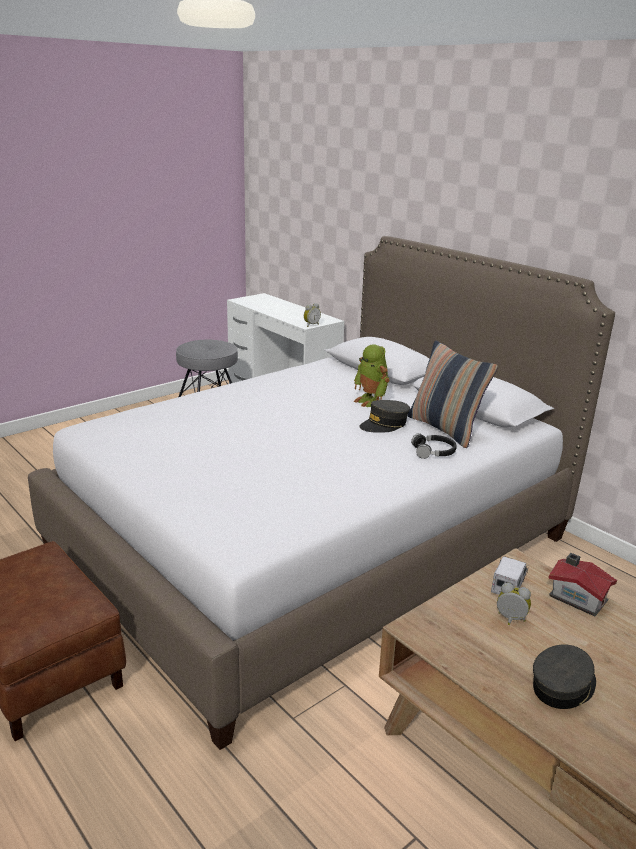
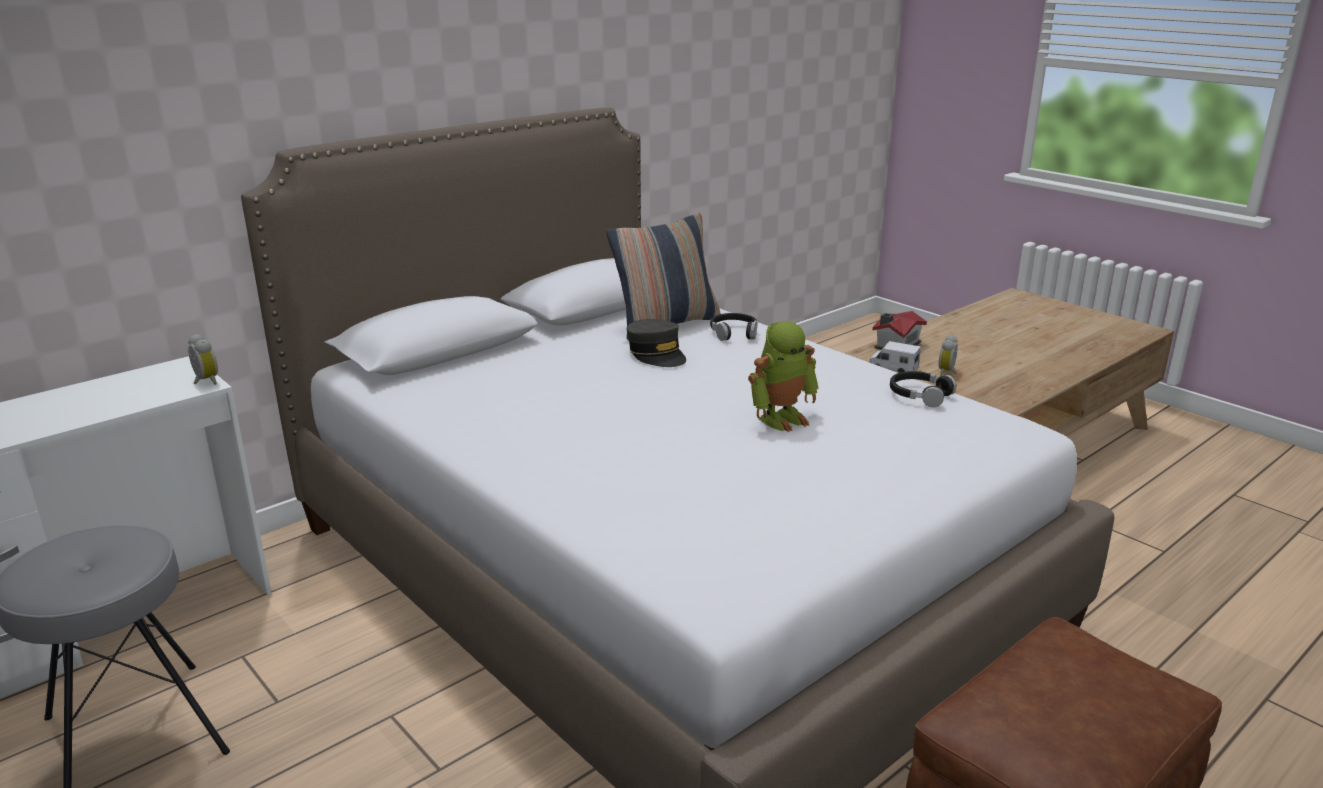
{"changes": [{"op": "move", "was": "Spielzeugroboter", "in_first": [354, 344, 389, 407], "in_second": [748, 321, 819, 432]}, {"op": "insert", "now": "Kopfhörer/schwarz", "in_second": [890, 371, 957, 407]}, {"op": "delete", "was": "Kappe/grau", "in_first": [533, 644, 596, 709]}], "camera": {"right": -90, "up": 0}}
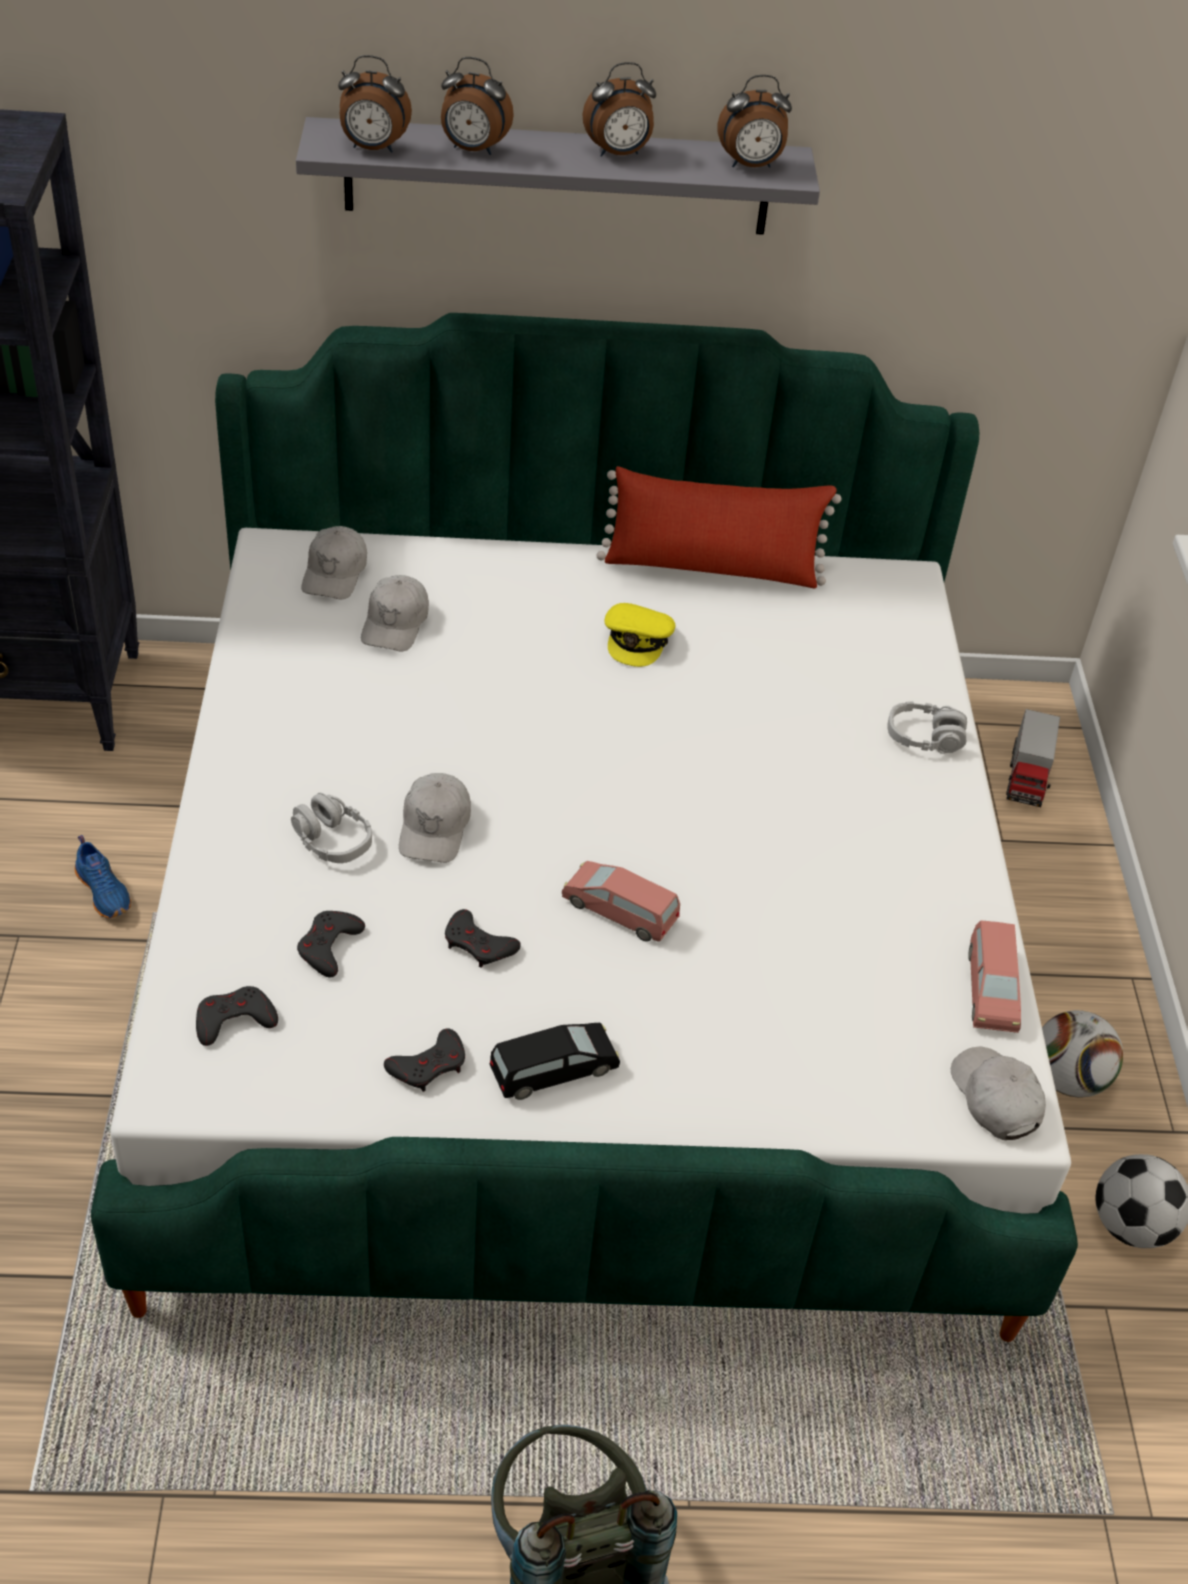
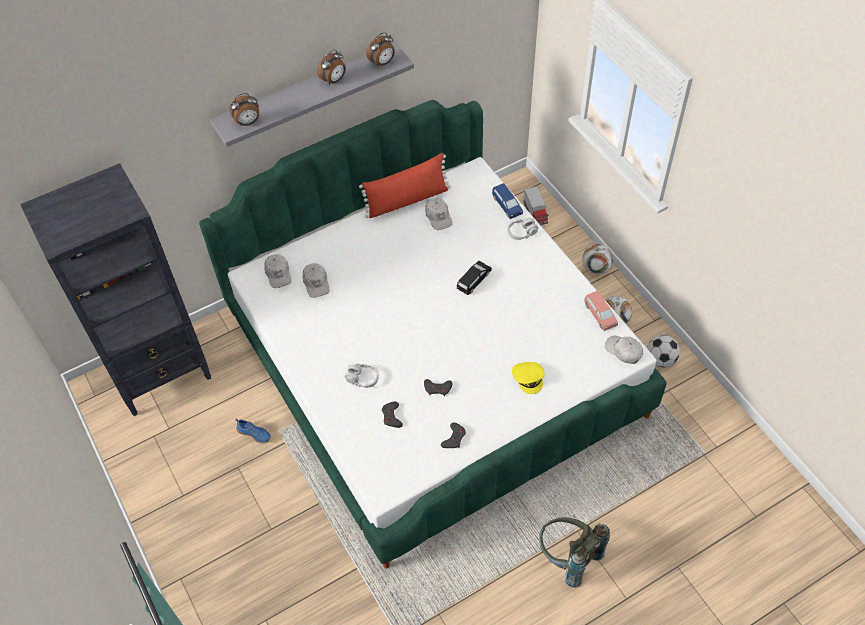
{"changes": [{"op": "move", "was": "Kappe/weiß", "in_first": [399, 773, 471, 863], "in_second": [425, 198, 453, 230]}, {"op": "move", "was": "Spielzeugauto/schwarz", "in_first": [490, 1023, 620, 1100], "in_second": [457, 261, 492, 295]}, {"op": "insert", "now": "Spielzeugauto/blau", "in_second": [492, 183, 523, 219]}, {"op": "move", "was": "Kappe/gelb", "in_first": [605, 603, 676, 667], "in_second": [512, 362, 545, 394]}, {"op": "insert", "now": "Fußball", "in_second": [582, 244, 613, 274]}, {"op": "delete", "was": "Gamepad/grau", "in_first": [196, 986, 278, 1046]}, {"op": "delete", "was": "Wecker", "in_first": [441, 57, 514, 155]}, {"op": "delete", "was": "Spielzeugauto/rosa", "in_first": [562, 861, 680, 942]}], "camera": {"right": -25, "up": 10}}
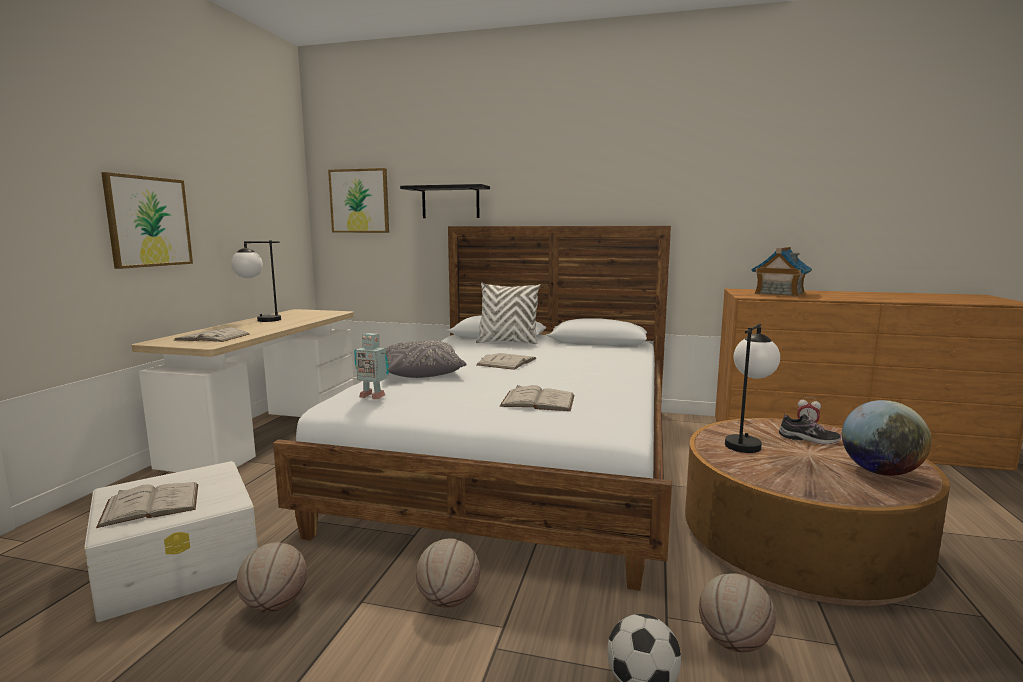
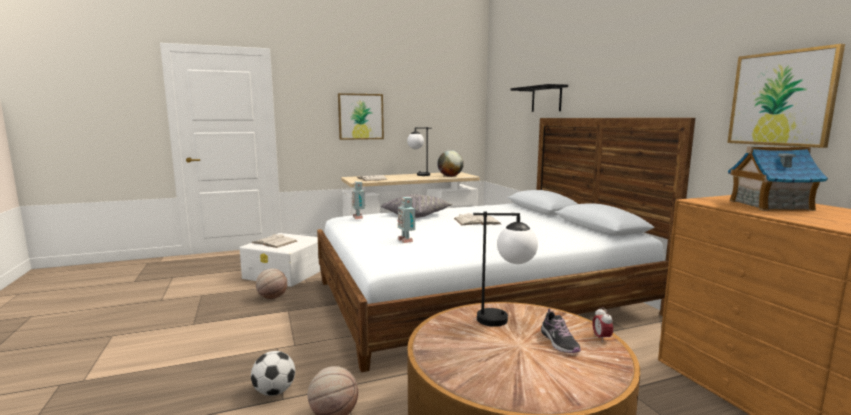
{"changes": [{"op": "replace", "was": "Buch/weiß", "now": "Spielzeugroboter", "in_first": [499, 385, 575, 411], "in_second": [398, 197, 415, 243]}, {"op": "move", "was": "Globus", "in_first": [842, 400, 931, 476], "in_second": [437, 150, 464, 177]}, {"op": "move", "was": "Bild", "in_first": [328, 168, 389, 233], "in_second": [727, 44, 845, 148]}, {"op": "delete", "was": "Basketball", "in_first": [416, 538, 480, 608]}, {"op": "delete", "was": "Kissen/weiß", "in_first": [476, 283, 540, 344]}], "camera": {"right": 55, "up": 0}}
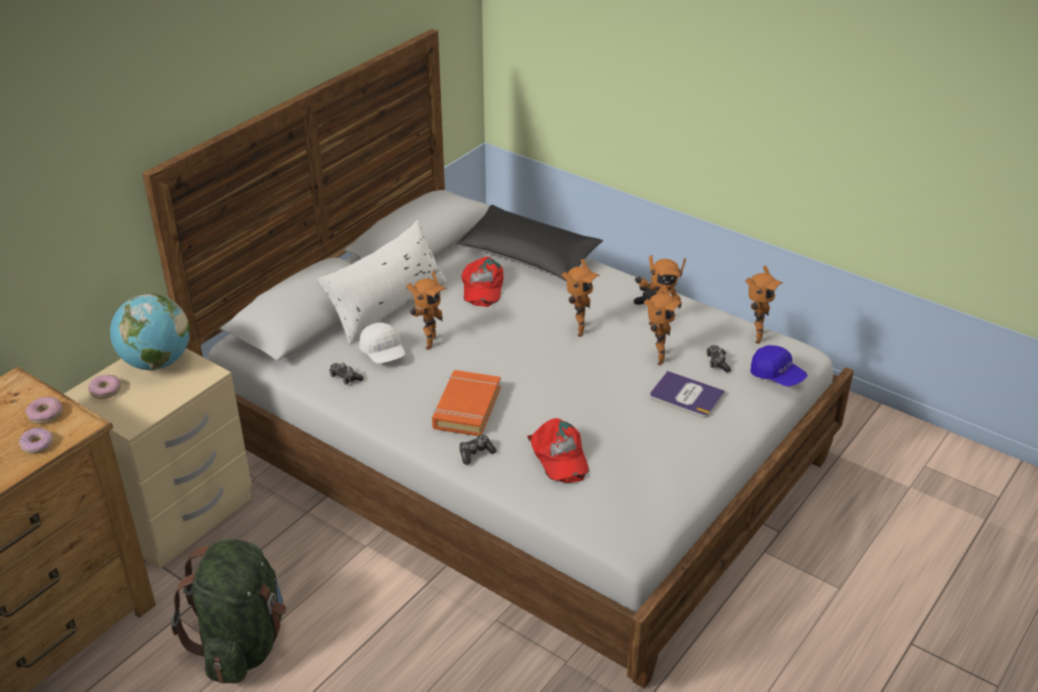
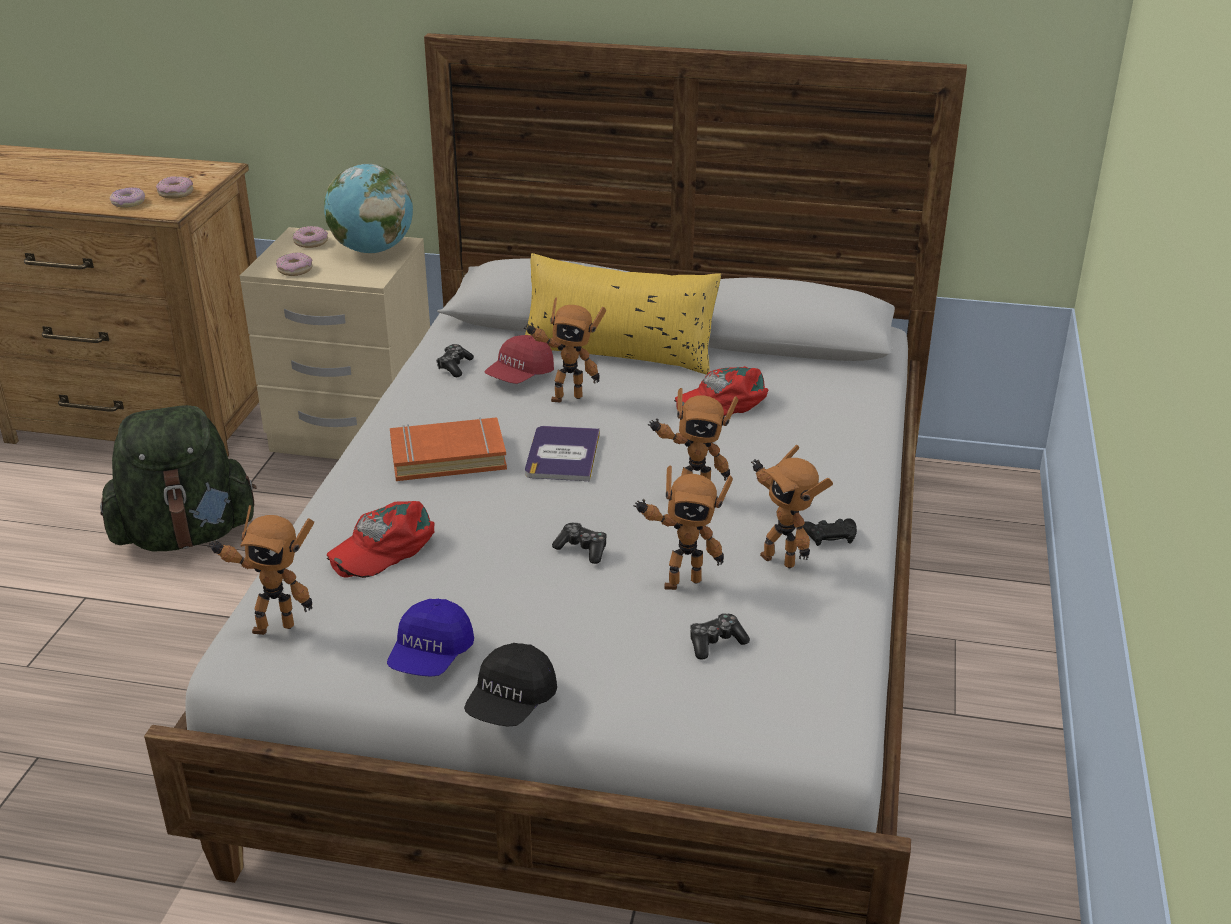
{"changes": [{"op": "move", "was": "Spielzeugroboter", "in_first": [745, 265, 783, 344], "in_second": [207, 505, 314, 635]}, {"op": "insert", "now": "Donut", "in_second": [276, 252, 313, 276]}, {"op": "move", "was": "Kappe/blau", "in_first": [750, 345, 807, 387], "in_second": [387, 599, 474, 677]}, {"op": "insert", "now": "Kappe/schwarz", "in_second": [464, 643, 557, 726]}, {"op": "recolor", "was": "Kappe/weiß", "now": "Kappe/rot", "in_first": [359, 322, 405, 363], "in_second": [484, 335, 554, 384]}, {"op": "recolor", "was": "Kissen/weiß", "now": "Kissen/gelb", "in_first": [317, 220, 447, 345], "in_second": [525, 253, 721, 375]}, {"op": "move", "was": "Buch", "in_first": [650, 371, 725, 418], "in_second": [525, 426, 600, 481]}, {"op": "move", "was": "Gamepad", "in_first": [460, 435, 496, 465], "in_second": [552, 523, 607, 564]}, {"op": "delete", "was": "Kissen/schwarz", "in_first": [457, 205, 603, 282]}], "camera": {"right": 65, "up": -5}}
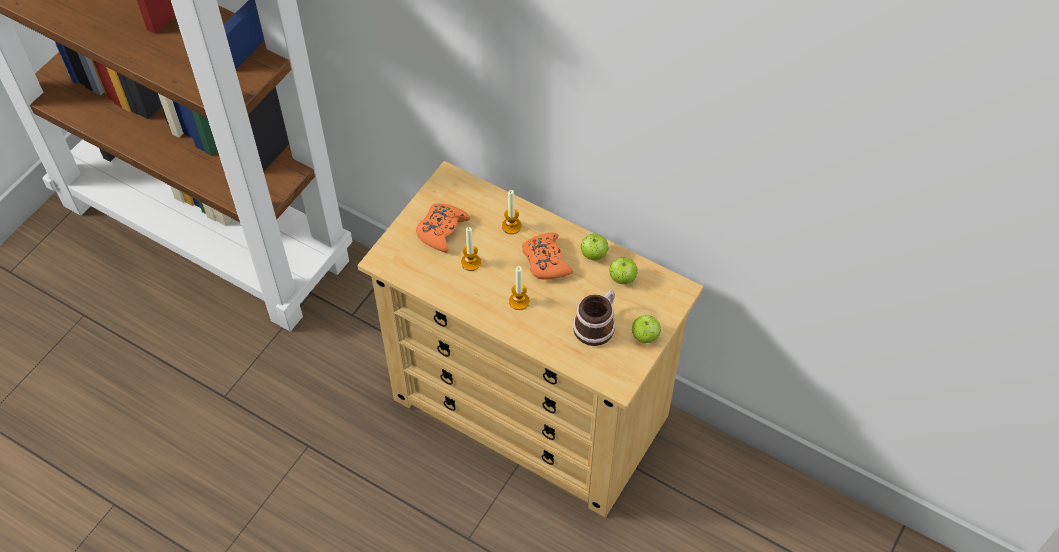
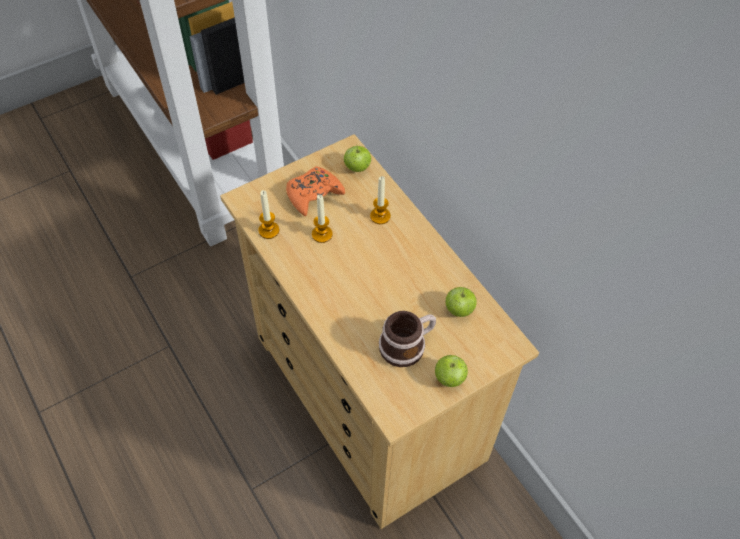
{"changes": [{"op": "move", "was": "Kerze", "in_first": [509, 266, 529, 310], "in_second": [259, 190, 279, 239]}, {"op": "move", "was": "Apfel", "in_first": [580, 234, 608, 260], "in_second": [344, 146, 371, 172]}, {"op": "delete", "was": "Gamepad/orange", "in_first": [522, 232, 573, 280]}], "camera": {"right": 25, "up": 0}}
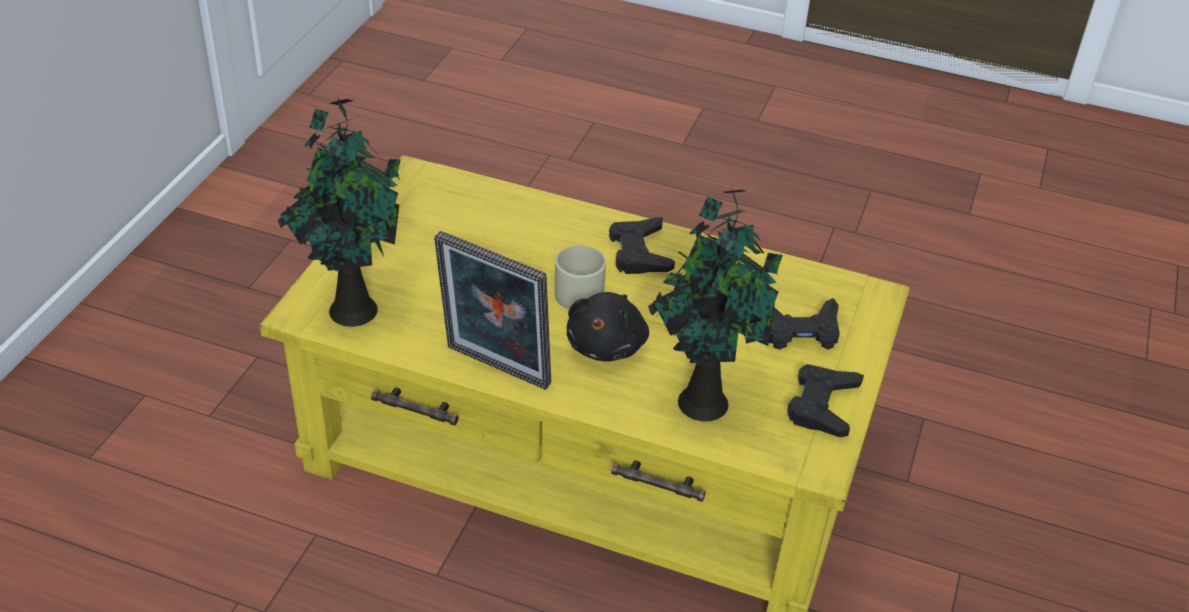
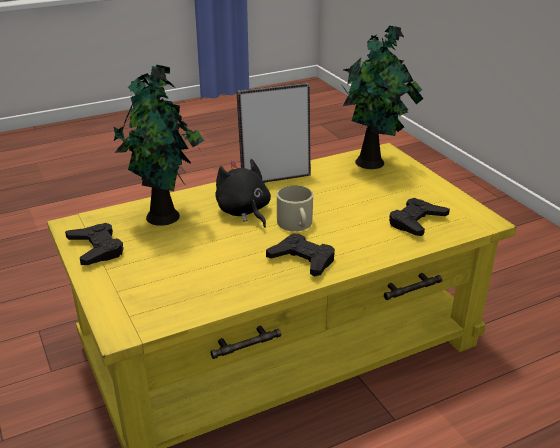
{"changes": [{"op": "move", "was": "Gamepad/schwarz", "in_first": [769, 298, 840, 350], "in_second": [389, 198, 450, 236]}], "camera": {"right": 135, "up": -10}}
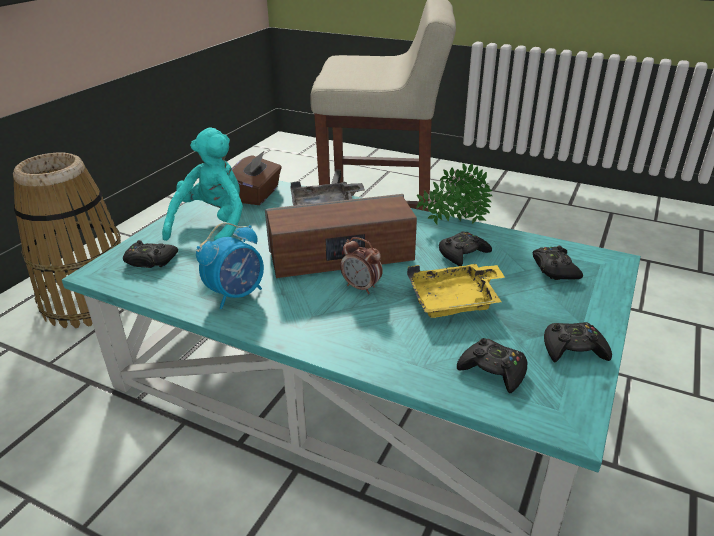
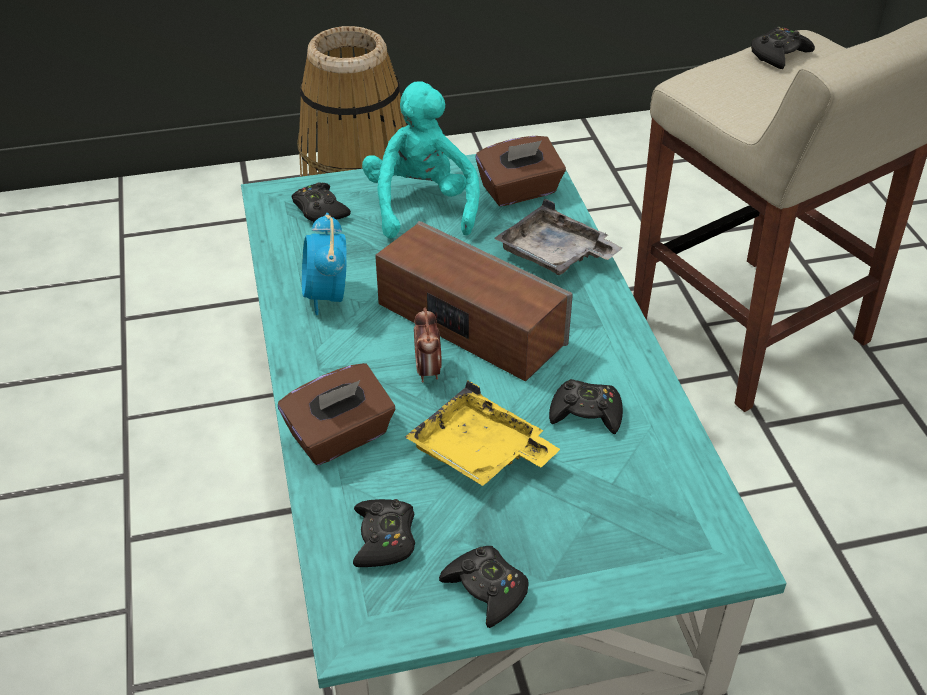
{"changes": [{"op": "insert", "now": "Taschentuchbox/braun", "in_second": [278, 363, 395, 465]}, {"op": "rotate", "was": "Wecker", "in_first": [196, 223, 264, 309], "in_second": [302, 213, 347, 315], "clockwise": 75}, {"op": "rotate", "was": "Plüschtier/türkis", "in_first": [162, 127, 243, 241], "in_second": [362, 81, 480, 239], "clockwise": -75}, {"op": "move", "was": "Gamepad/schwarz", "in_first": [533, 246, 583, 280], "in_second": [751, 27, 815, 69]}, {"op": "delete", "was": "Topfpflanze", "in_first": [416, 163, 492, 224]}], "camera": {"right": 50, "up": 10}}
